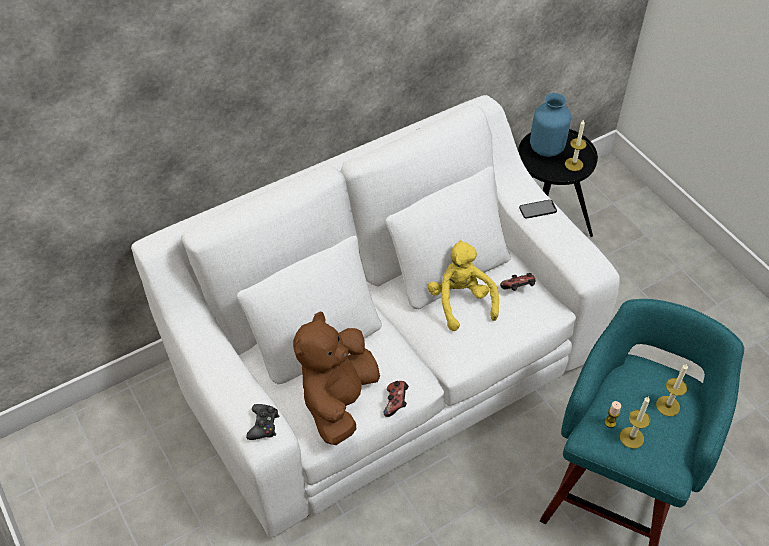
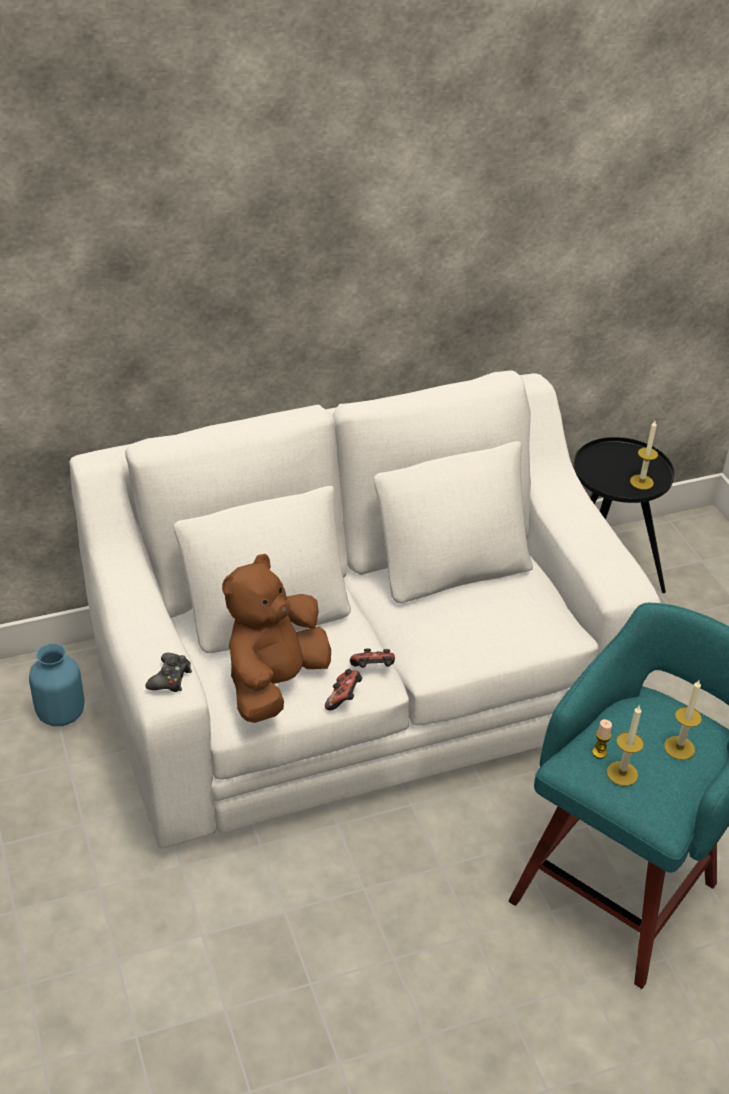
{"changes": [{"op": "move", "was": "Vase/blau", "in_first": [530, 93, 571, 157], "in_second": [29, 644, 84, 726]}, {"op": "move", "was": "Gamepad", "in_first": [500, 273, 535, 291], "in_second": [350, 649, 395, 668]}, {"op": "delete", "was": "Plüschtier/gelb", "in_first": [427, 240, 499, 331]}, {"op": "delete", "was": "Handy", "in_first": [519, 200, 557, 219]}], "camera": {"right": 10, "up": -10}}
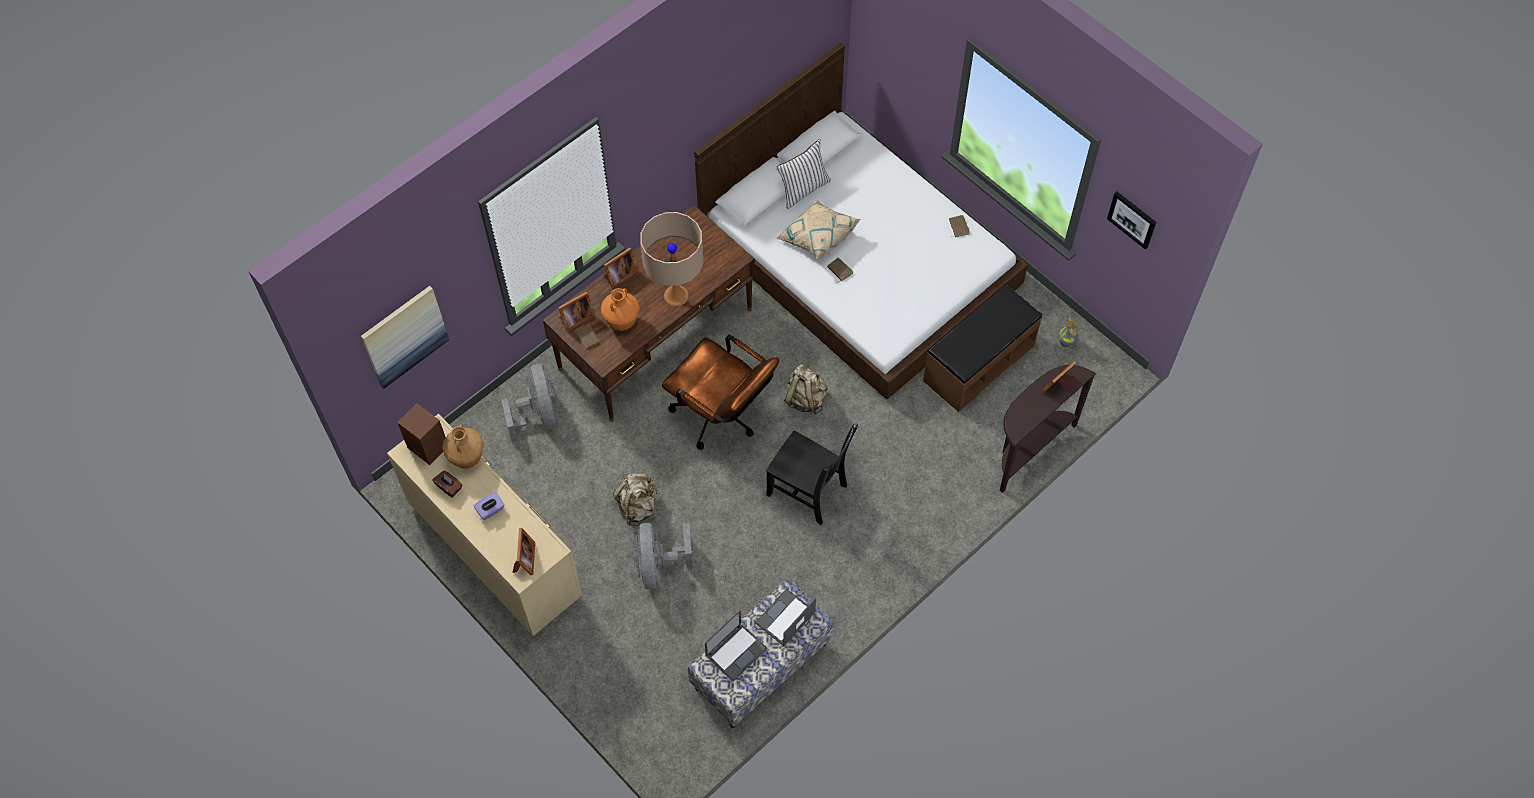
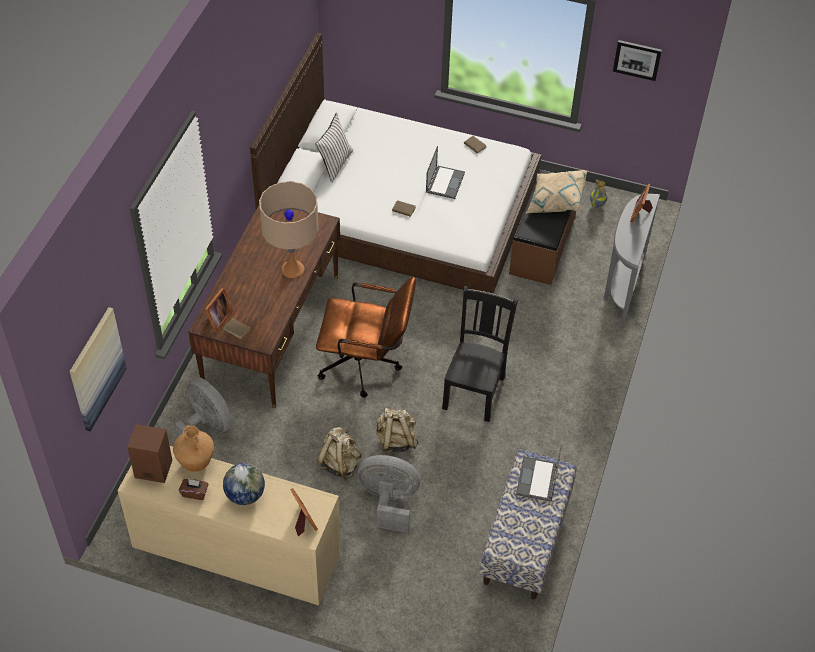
{"changes": [{"op": "replace", "was": "Taschentuchbox/lila", "now": "Globus", "in_first": [474, 492, 505, 520], "in_second": [223, 463, 265, 505]}, {"op": "rotate", "was": "Ventilator/grau", "in_first": [634, 523, 693, 589], "in_second": [357, 455, 420, 533], "clockwise": 135}, {"op": "move", "was": "Rucksack/beige", "in_first": [784, 364, 828, 415], "in_second": [376, 407, 419, 453]}, {"op": "move", "was": "Laptop", "in_first": [705, 610, 768, 682], "in_second": [426, 146, 465, 199]}, {"op": "rotate", "was": "Stuhl/schwarz", "in_first": [766, 424, 858, 525], "in_second": [442, 286, 518, 422], "clockwise": -75}, {"op": "move", "was": "Kissen/beige", "in_first": [775, 200, 861, 259], "in_second": [526, 170, 588, 213]}, {"op": "recolor", "was": "Konsolentisch/braun", "now": "Konsolentisch/grau", "in_first": [1000, 365, 1096, 493], "in_second": [604, 194, 660, 328]}, {"op": "delete", "was": "Vase/orange", "in_first": [601, 288, 640, 331]}, {"op": "delete", "was": "Bilderrahmen", "in_first": [604, 248, 639, 289]}], "camera": {"right": -30, "up": -10}}
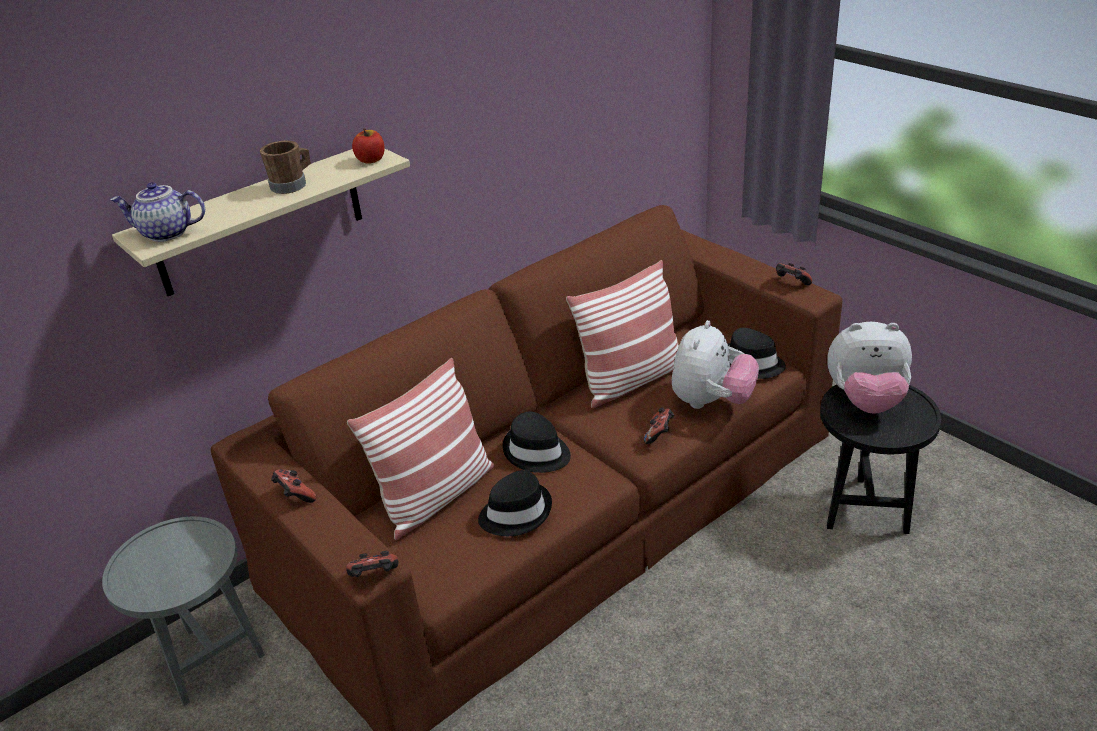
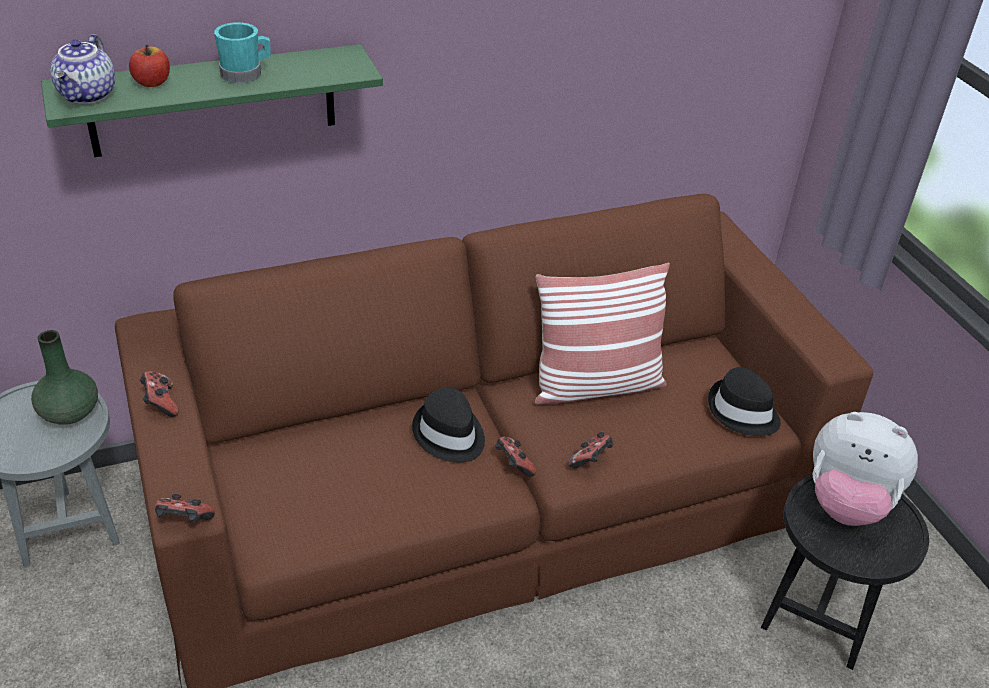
{"changes": [{"op": "insert", "now": "Vase/grün", "in_second": [31, 330, 98, 425]}, {"op": "recolor", "was": "Wandregal/beige", "now": "Wandregal/grün", "in_first": [112, 149, 410, 296], "in_second": [41, 44, 383, 157]}, {"op": "rotate", "was": "Teekanne", "in_first": [110, 182, 205, 242], "in_second": [50, 34, 115, 104], "clockwise": -105}, {"op": "move", "was": "Apfel", "in_first": [352, 128, 385, 164], "in_second": [129, 45, 170, 87]}, {"op": "recolor", "was": "Henkelbecher/braun", "now": "Henkelbecher/türkis", "in_first": [260, 140, 311, 194], "in_second": [214, 22, 271, 83]}, {"op": "move", "was": "Gamepad", "in_first": [776, 263, 812, 285], "in_second": [495, 437, 536, 477]}, {"op": "delete", "was": "Kissen", "in_first": [347, 358, 494, 540]}, {"op": "delete", "was": "Hut/schwarz", "in_first": [478, 470, 552, 536]}, {"op": "delete", "was": "Plüschtier", "in_first": [672, 320, 759, 409]}], "camera": {"right": 15, "up": 5}}
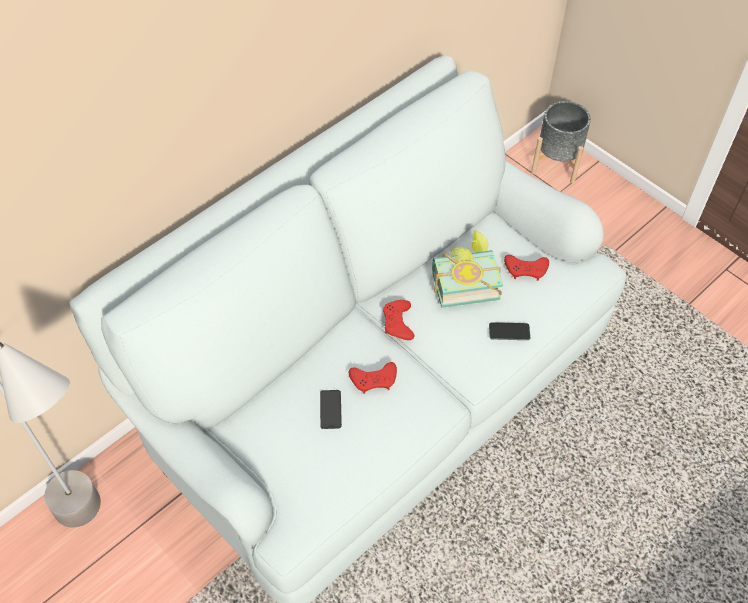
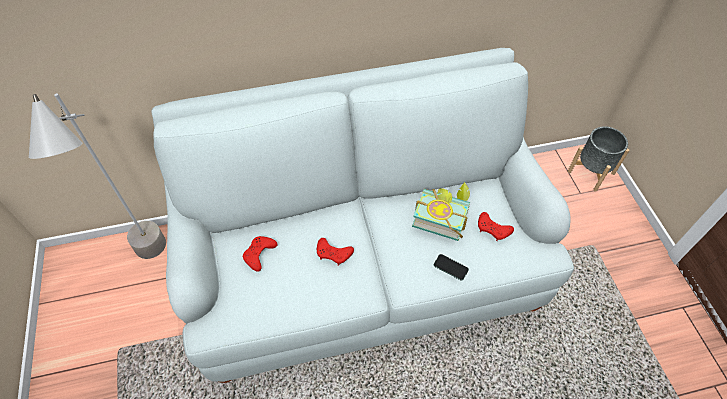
{"changes": [{"op": "move", "was": "Gamepad/rot", "in_first": [383, 300, 414, 340], "in_second": [243, 236, 278, 272]}, {"op": "delete", "was": "Handy", "in_first": [320, 390, 342, 429]}], "camera": {"right": 30, "up": 0}}
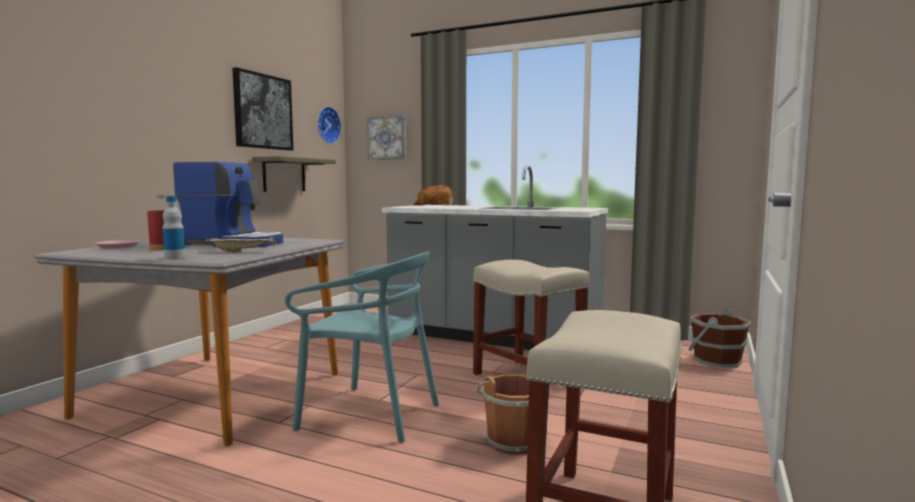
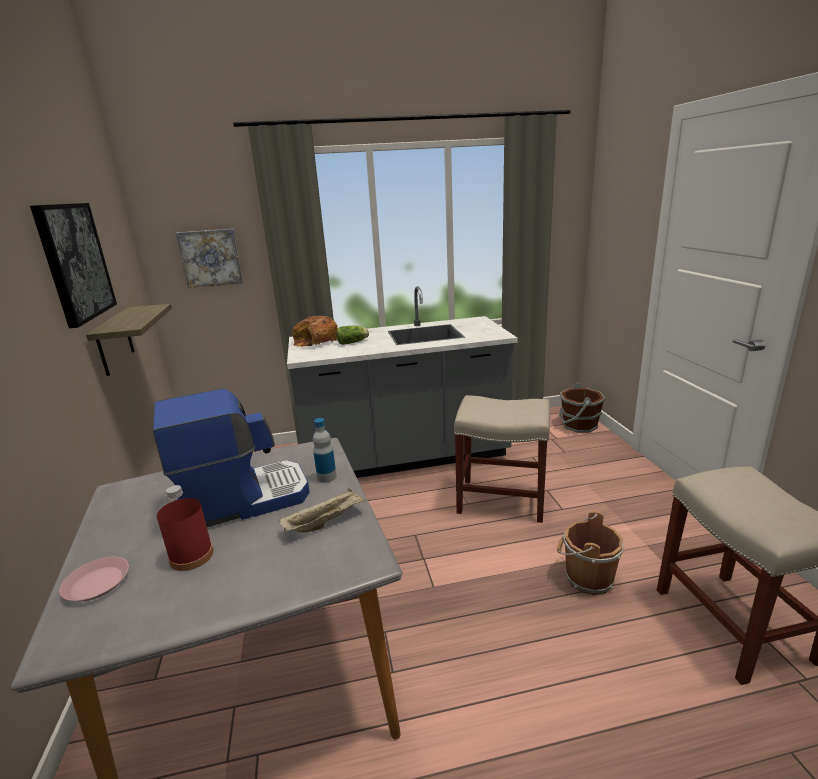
{"changes": [{"op": "move", "was": "Flasche", "in_first": [162, 196, 186, 260], "in_second": [313, 418, 337, 483]}, {"op": "insert", "now": "Salatkopf", "in_second": [336, 326, 369, 345]}, {"op": "delete", "was": "Stuhl/türkis", "in_first": [285, 252, 439, 443]}, {"op": "delete", "was": "Wanduhr", "in_first": [318, 106, 341, 144]}], "camera": {"right": -35, "up": 15}}
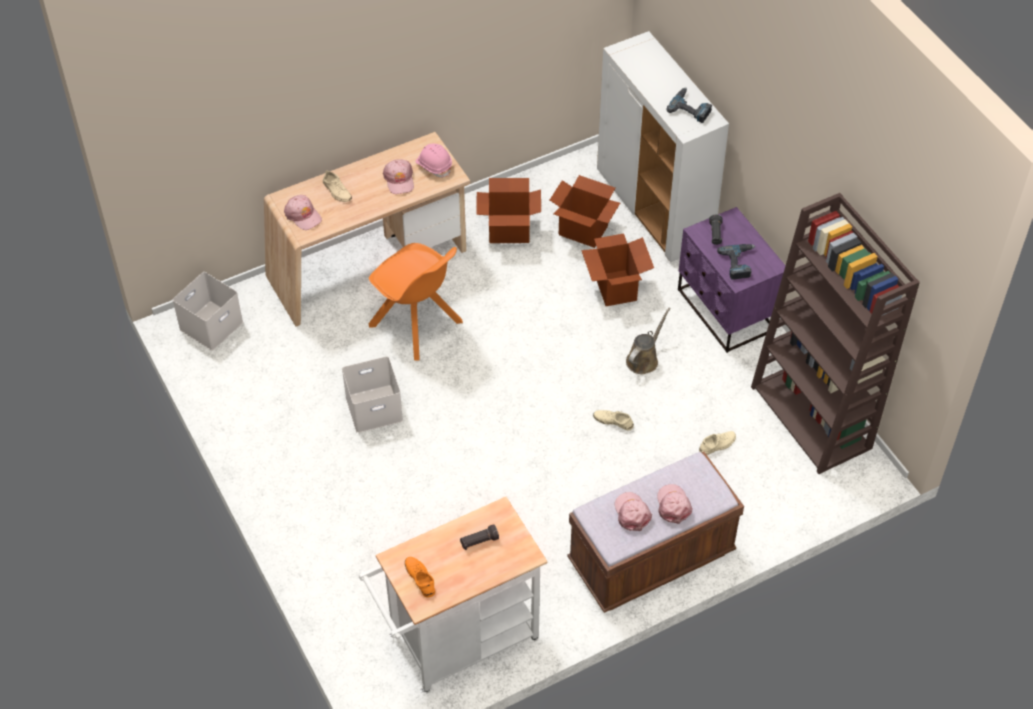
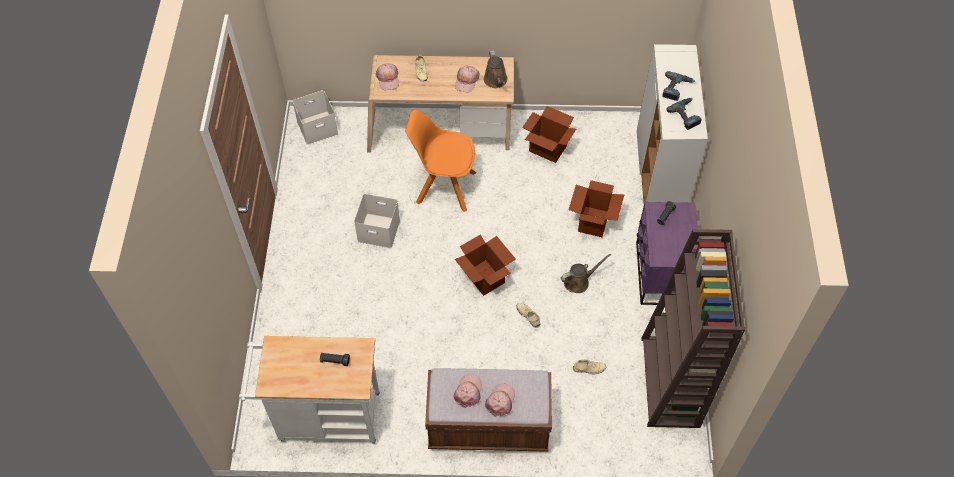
{"changes": [{"op": "rotate", "was": "Stuhl/orange", "in_first": [369, 243, 463, 361], "in_second": [405, 110, 476, 212], "clockwise": 120}, {"op": "move", "was": "Karton", "in_first": [550, 175, 620, 248], "in_second": [455, 235, 516, 296]}, {"op": "replace", "was": "Schutzhelm/rosa", "now": "Gießkanne/braun", "in_first": [415, 144, 452, 178], "in_second": [484, 50, 508, 88]}, {"op": "move", "was": "Bohrmaschine", "in_first": [717, 244, 756, 280], "in_second": [662, 71, 695, 101]}, {"op": "delete", "was": "Schuh/orange", "in_first": [405, 557, 435, 598]}], "camera": {"right": 30, "up": 5}}
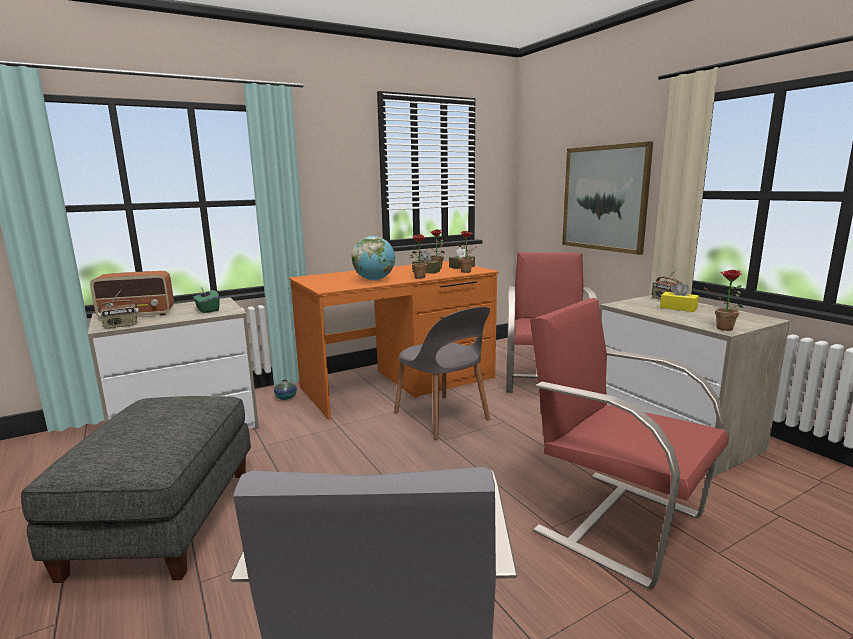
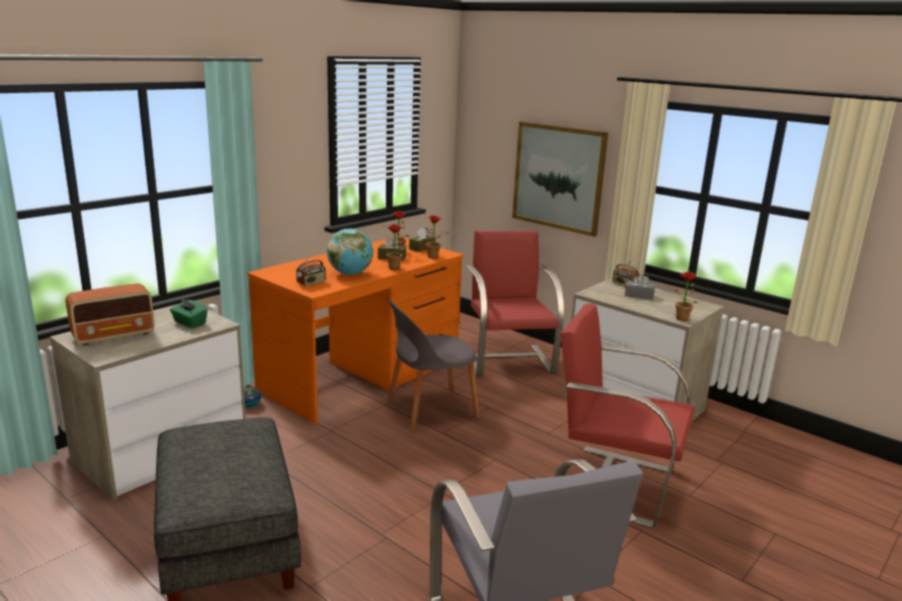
{"changes": [{"op": "move", "was": "Radio", "in_first": [98, 289, 139, 329], "in_second": [296, 251, 326, 286]}, {"op": "rotate", "was": "Stuhl/grau", "in_first": [394, 307, 490, 440], "in_second": [387, 298, 480, 432], "clockwise": 120}, {"op": "recolor", "was": "Taschentuchbox/gelb", "now": "Taschentuchbox/grau", "in_first": [660, 282, 699, 312], "in_second": [625, 274, 655, 300]}], "camera": {"right": -20, "up": 5}}
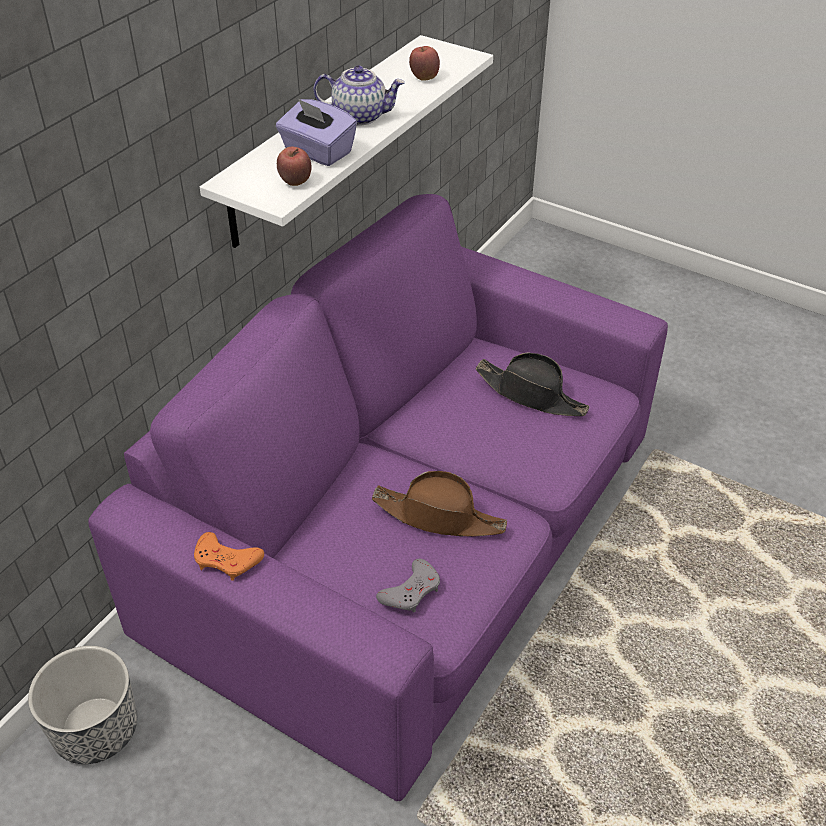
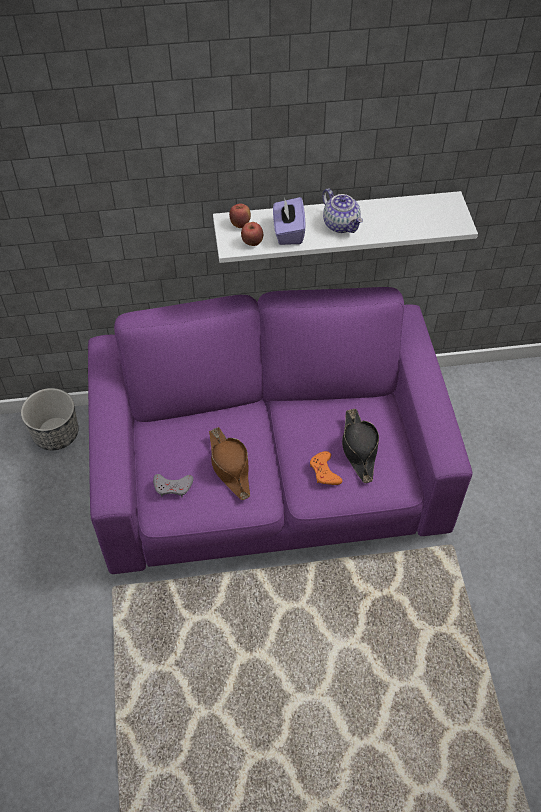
{"changes": [{"op": "move", "was": "Apfel", "in_first": [409, 46, 440, 81], "in_second": [229, 203, 251, 228]}, {"op": "move", "was": "Gamepad/orange", "in_first": [194, 532, 264, 581], "in_second": [310, 451, 342, 485]}], "camera": {"right": 50, "up": 10}}
